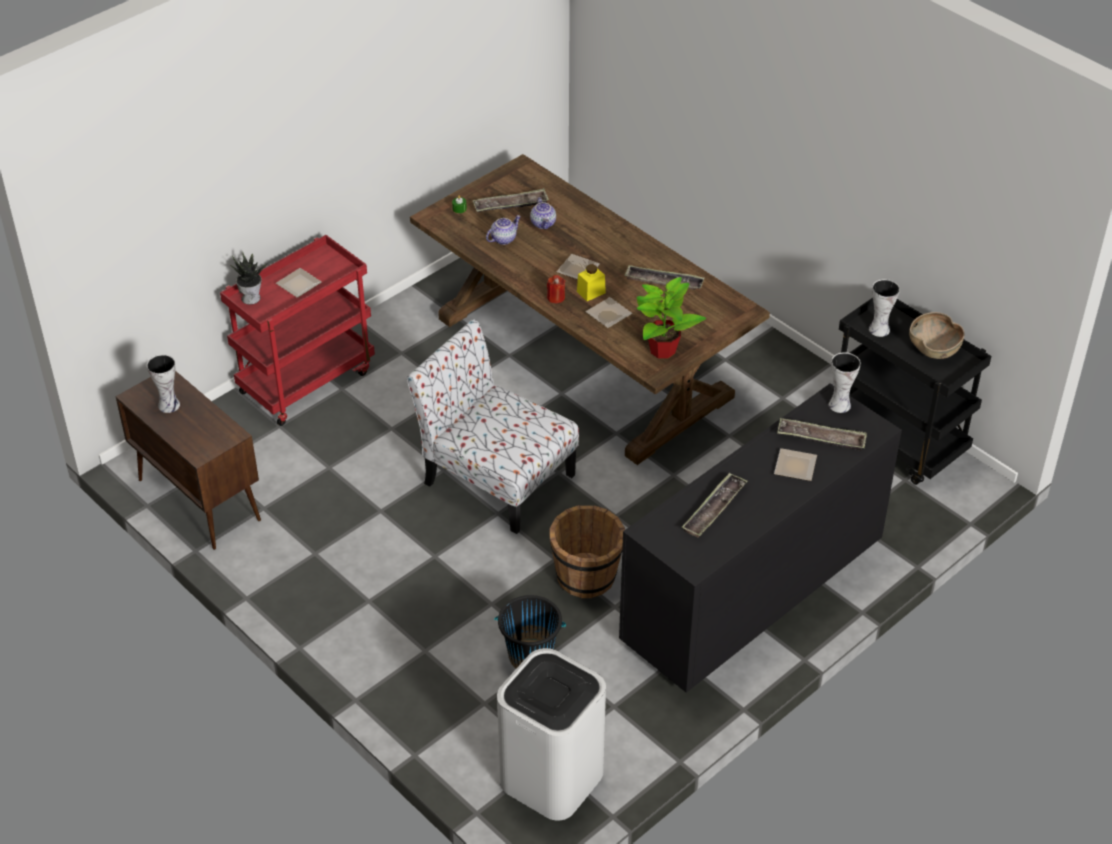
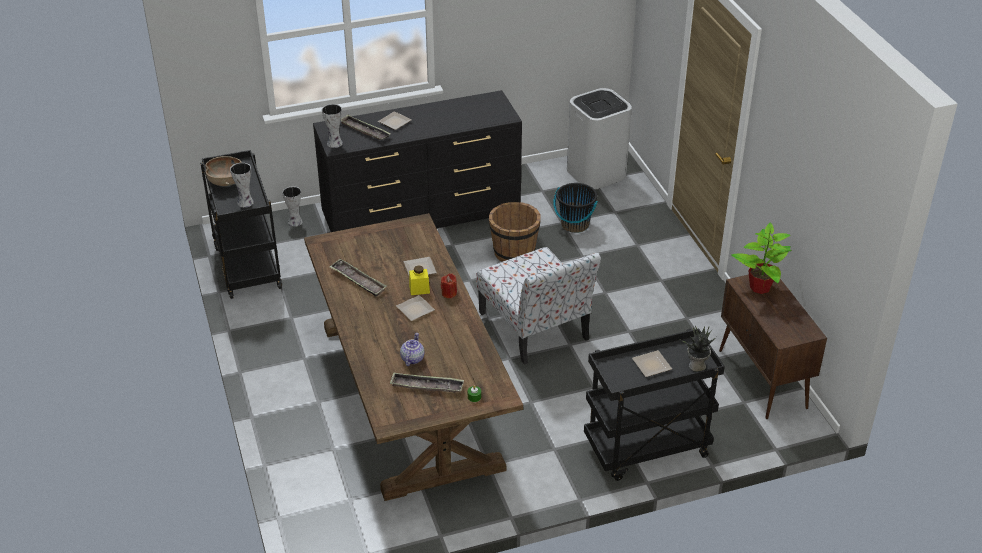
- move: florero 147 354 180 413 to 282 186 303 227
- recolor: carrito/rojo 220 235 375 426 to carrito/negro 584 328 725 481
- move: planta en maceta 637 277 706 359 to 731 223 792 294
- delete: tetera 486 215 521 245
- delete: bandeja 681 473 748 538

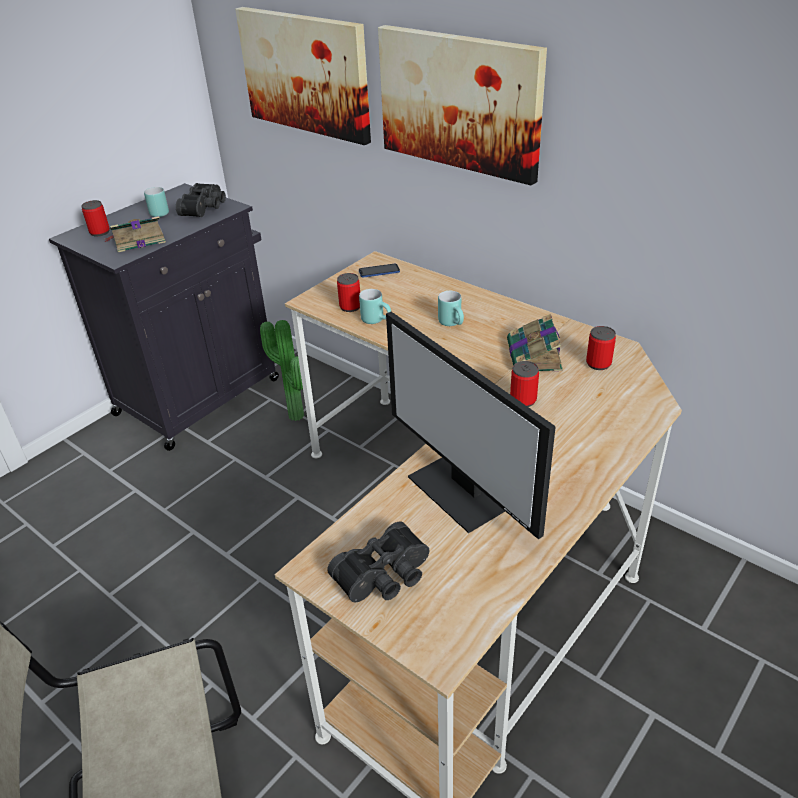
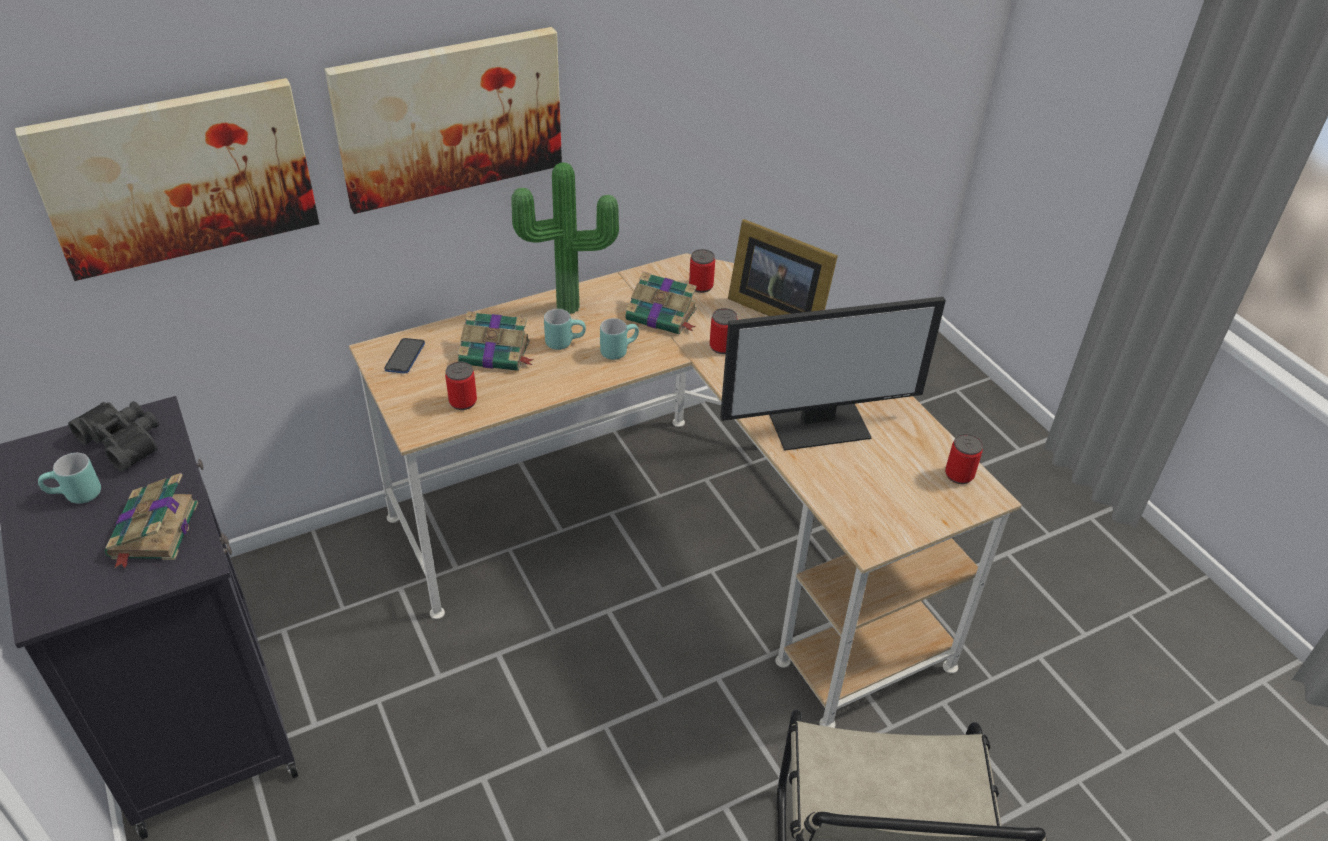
- insert: libro 458 311 534 371
- move: planta en maceta 260 320 304 421 to 511 162 619 314
- move: taza grande/turquesa 359 289 391 324 to 600 318 639 360
- insert: portarretratos 728 219 838 316
- move: lata 81 200 110 236 to 945 434 983 484
- delete: prismáticos/negro 327 521 429 602

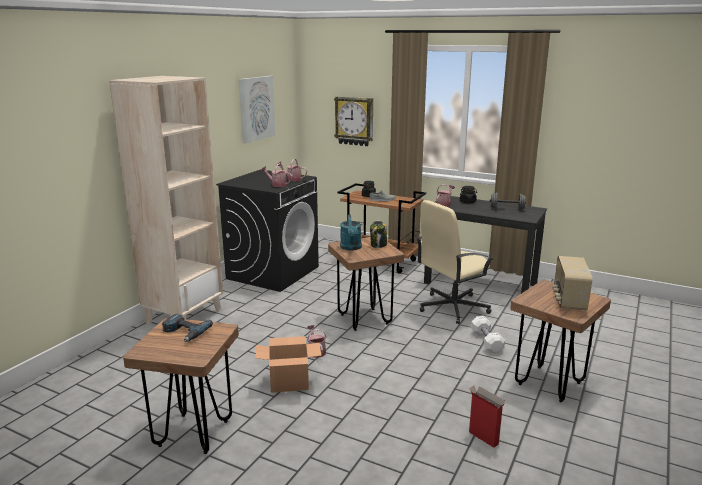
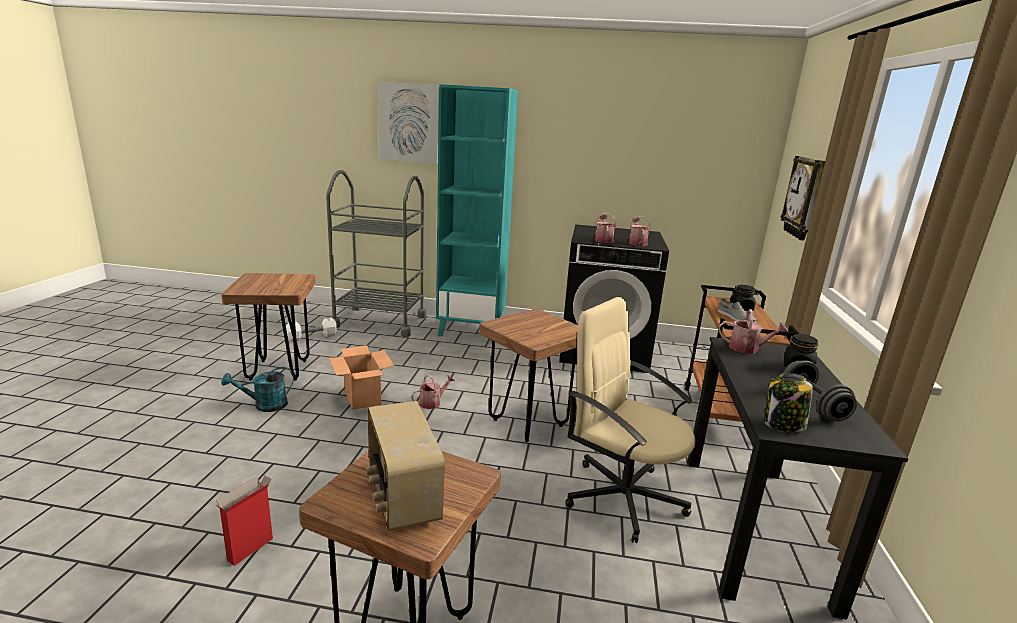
- move: regadera/turquesa 340 215 362 251 to 221 367 294 412
- move: mancuerna/blanco 471 316 505 353 to 286 318 337 342
- insert: carrito/gris 326 170 426 337
- rotate: radio 552 256 592 310 = 366 401 445 531 105 degrees counterclockwise
- move: cuadro 239 76 276 143 to 378 82 439 164
- recolor: estantería/beis 109 76 223 324 to estantería/turquesa 436 84 518 342
- move: tarro 370 221 387 248 to 764 373 813 433
- delete: taladro 162 314 213 342

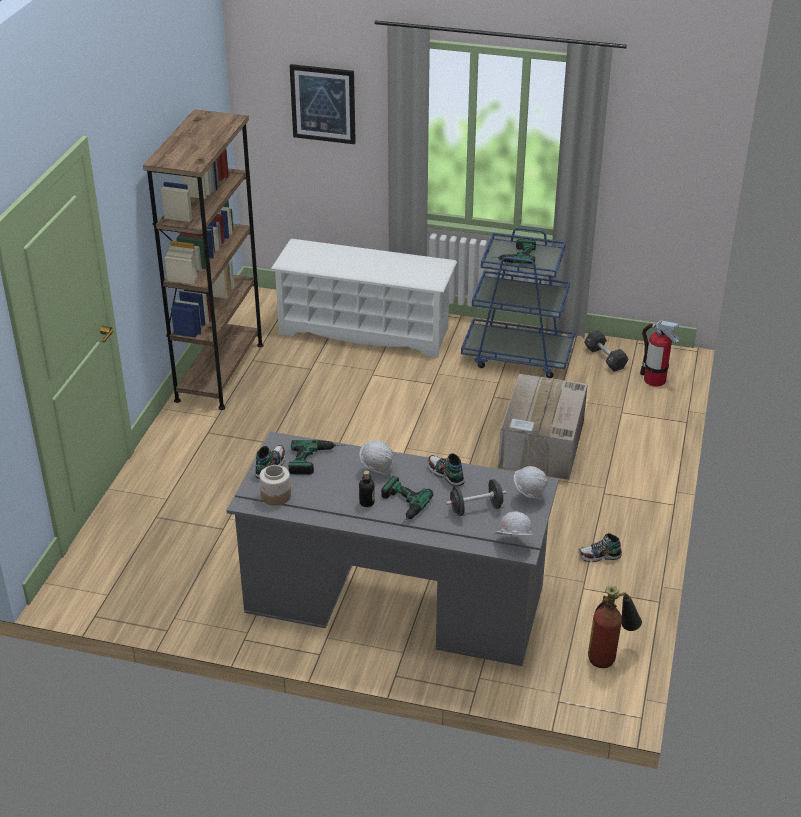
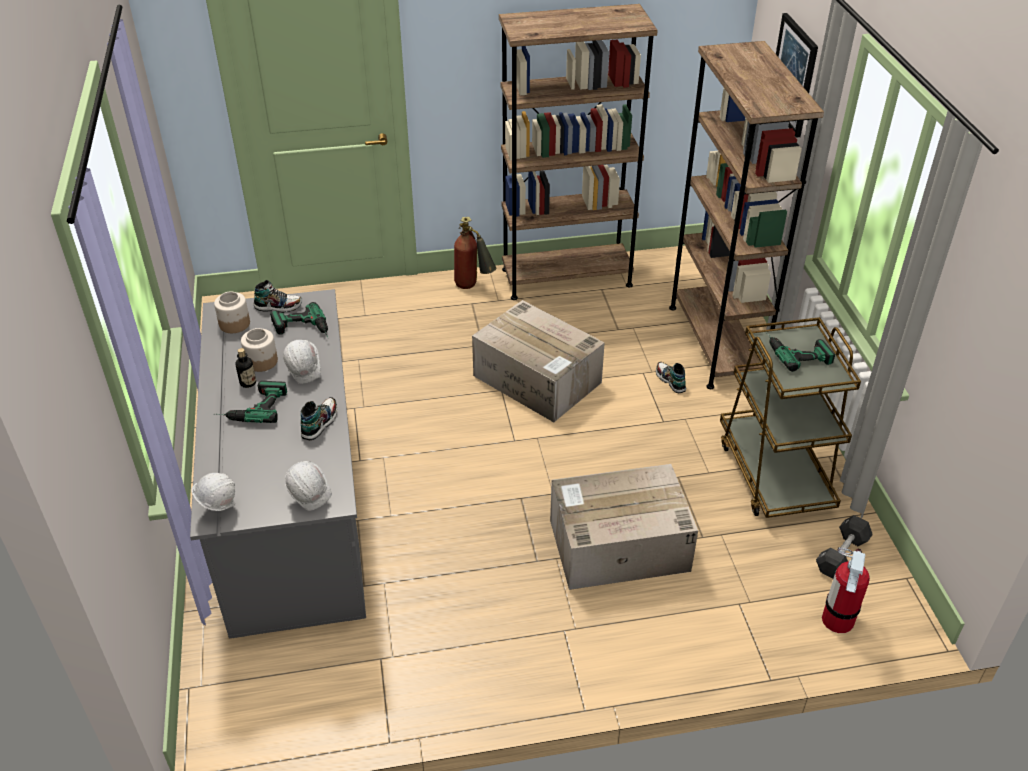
- insert: tarro 241 328 278 372
- move: extintor 588 586 642 668 to 454 217 497 289
- insert: caja de cartón 472 300 605 422
- move: zapato 578 533 622 562 to 656 362 686 393
- replace: zapatero/blanco 271 239 457 358 to estantería/marrón 669 41 824 389
- recolor: carrito/azul 461 227 575 378 to carrito/marrón 720 317 861 518
- delete: mancuerna/negro 446 479 507 516

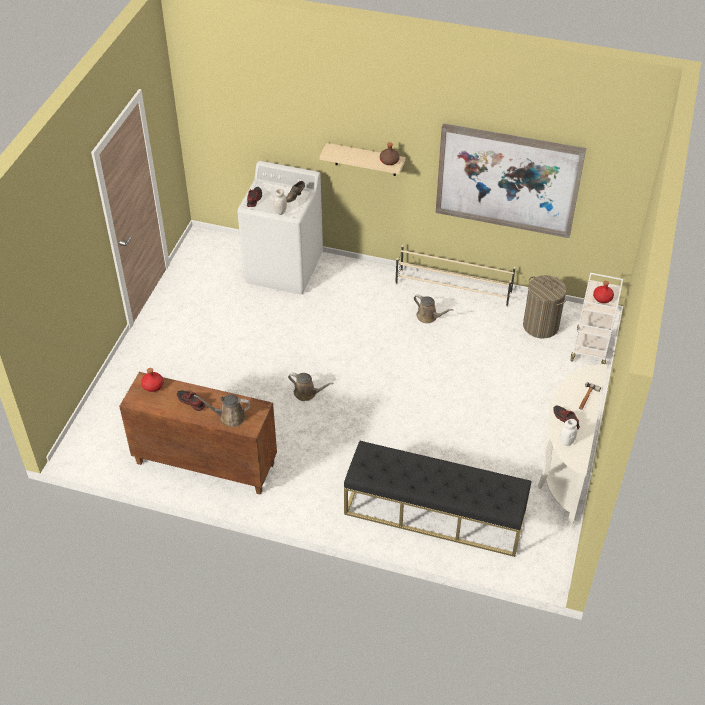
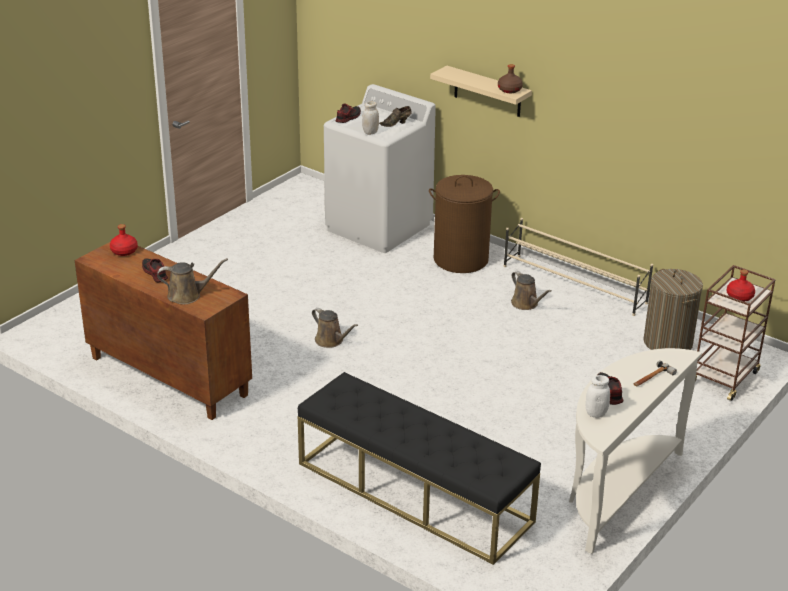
- rotate: regadera/marrón 194 394 251 427 = 157 258 228 304 150 degrees clockwise
- insert: cesto de la ropa/marrón 429 175 500 273
- recolor: carrito/blanco 570 273 623 364 to carrito/marrón 695 265 776 401
- delete: cuadro 436 123 586 238

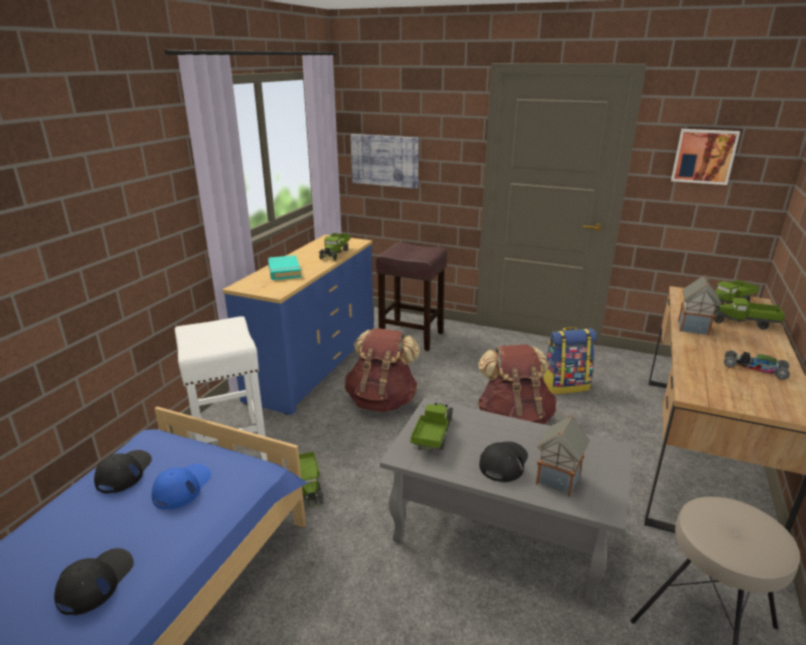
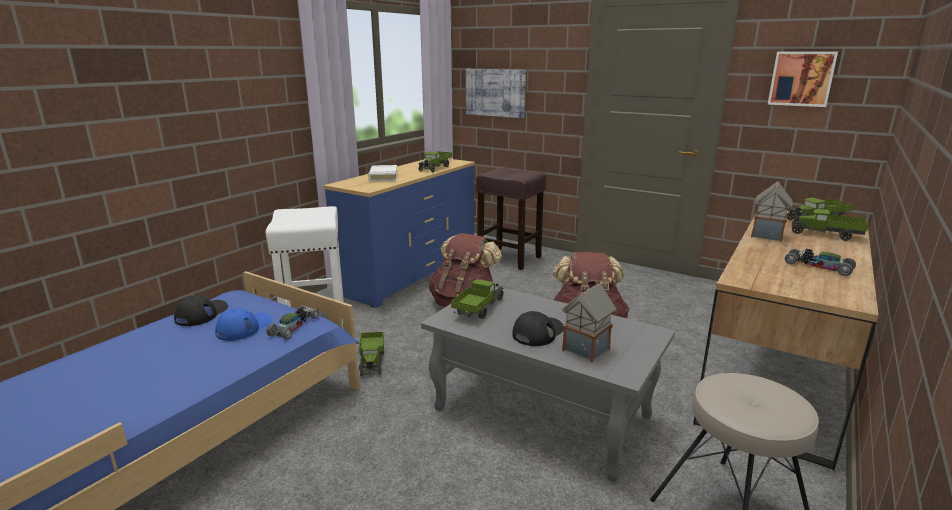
- insert: coche de juguete 267 306 319 339
- recolor: libro/turquesa 268 255 301 280 to libro/blanco 368 165 397 182
- delete: gorra/negro 54 548 134 615
- delete: mochila 543 327 597 394

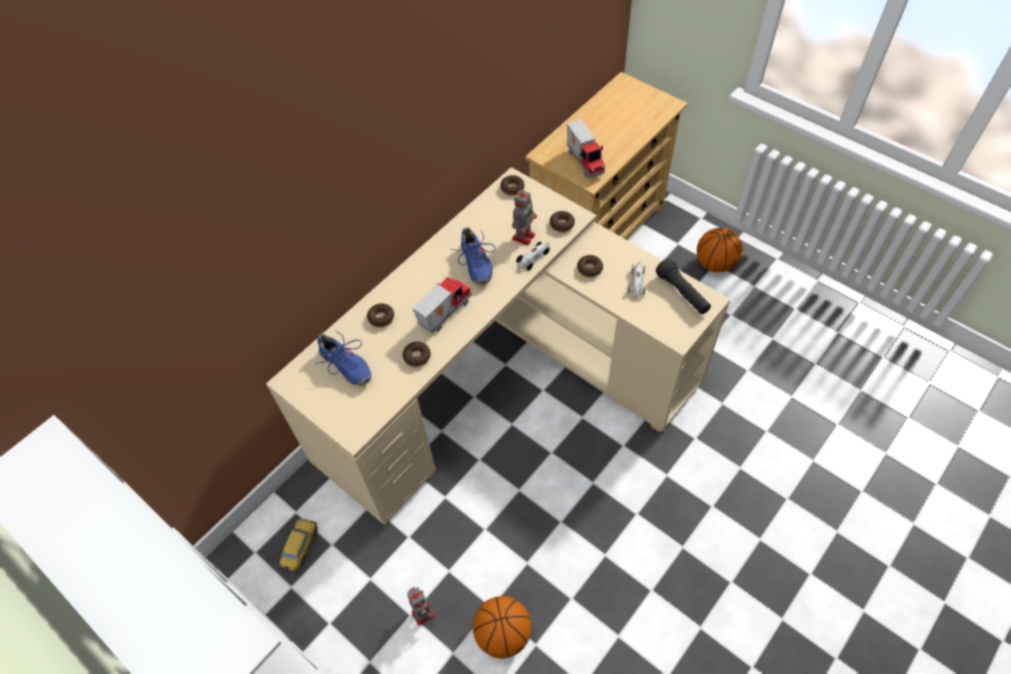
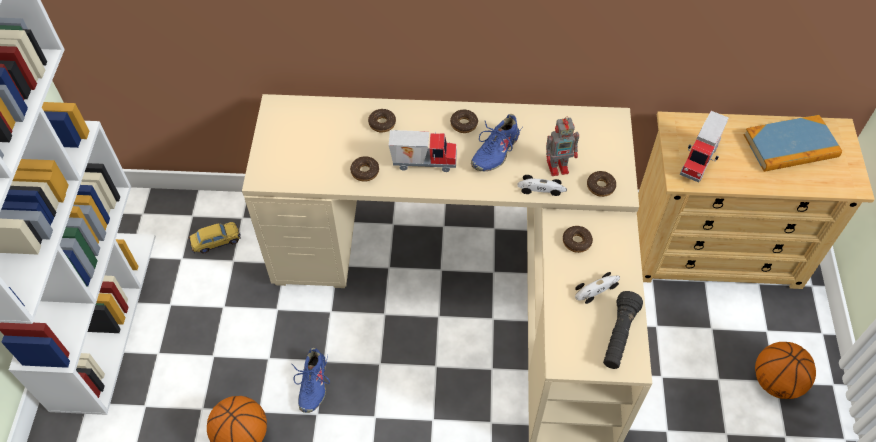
- move: zapato/azul 315 330 372 386 to 292 348 330 413
- move: rosquilla 500 175 524 195 to 450 109 478 133
- insert: libro 744 115 842 172
- delete: robot de juguete 407 587 436 626

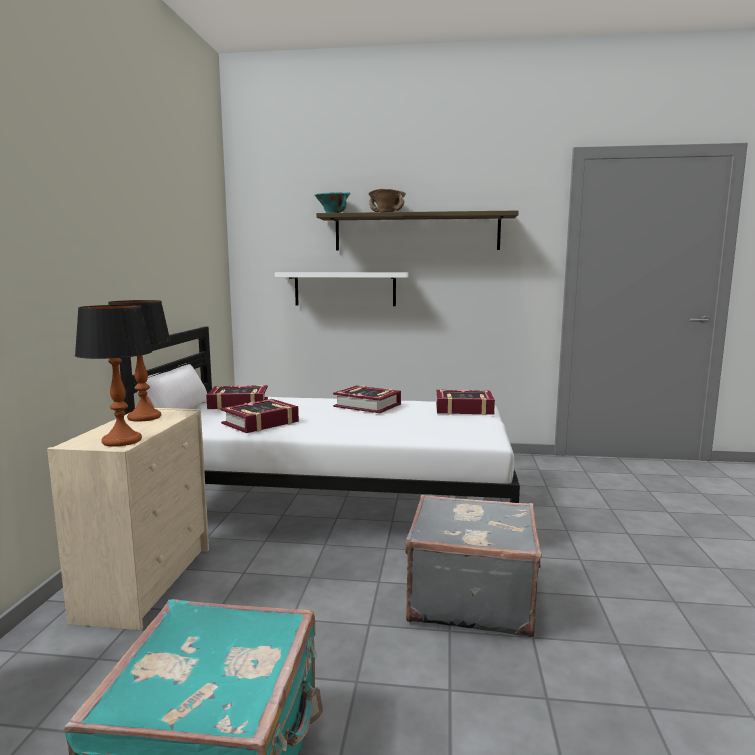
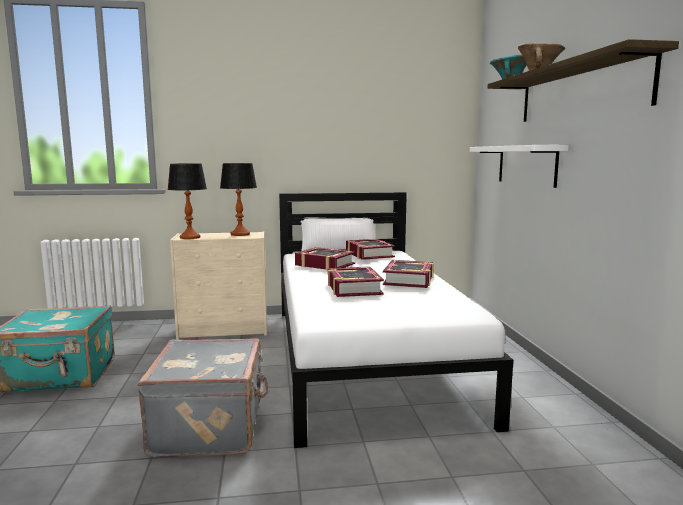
- move: libro 436 389 495 415 to 328 267 384 297

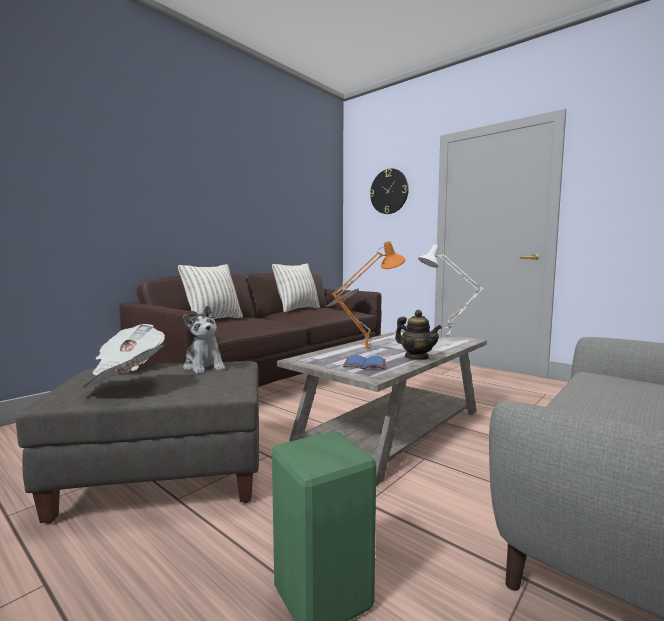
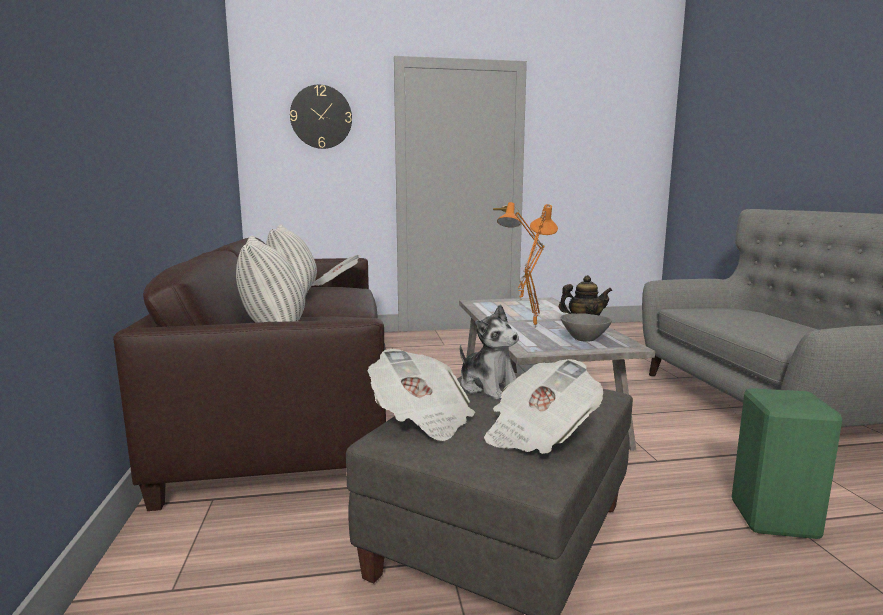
- rotate: peluche 183 306 225 374 = 460 304 519 399 45 degrees clockwise
- recolor: lámpara de mesa/blanco 418 245 483 337 to lámpara de mesa/naranja 497 202 545 300
- replace: libro/azul 343 355 386 369 to cuenco/gris 560 313 612 342

